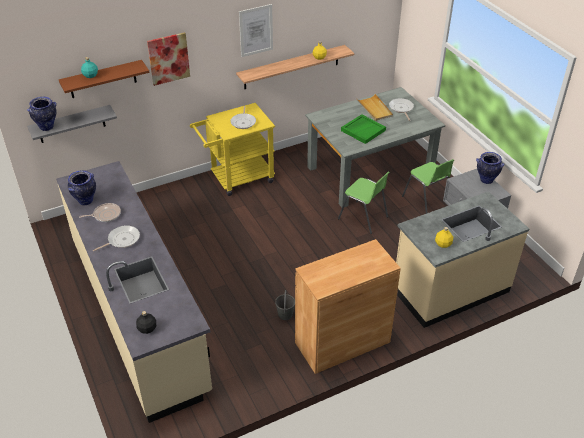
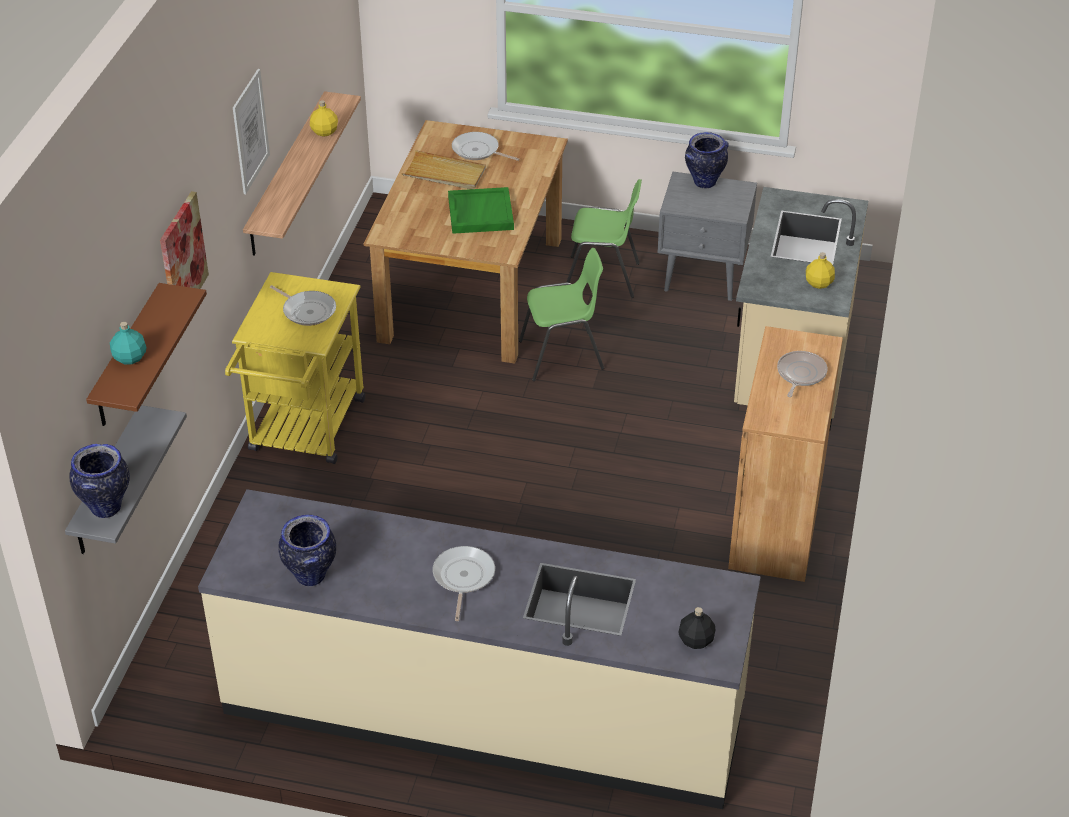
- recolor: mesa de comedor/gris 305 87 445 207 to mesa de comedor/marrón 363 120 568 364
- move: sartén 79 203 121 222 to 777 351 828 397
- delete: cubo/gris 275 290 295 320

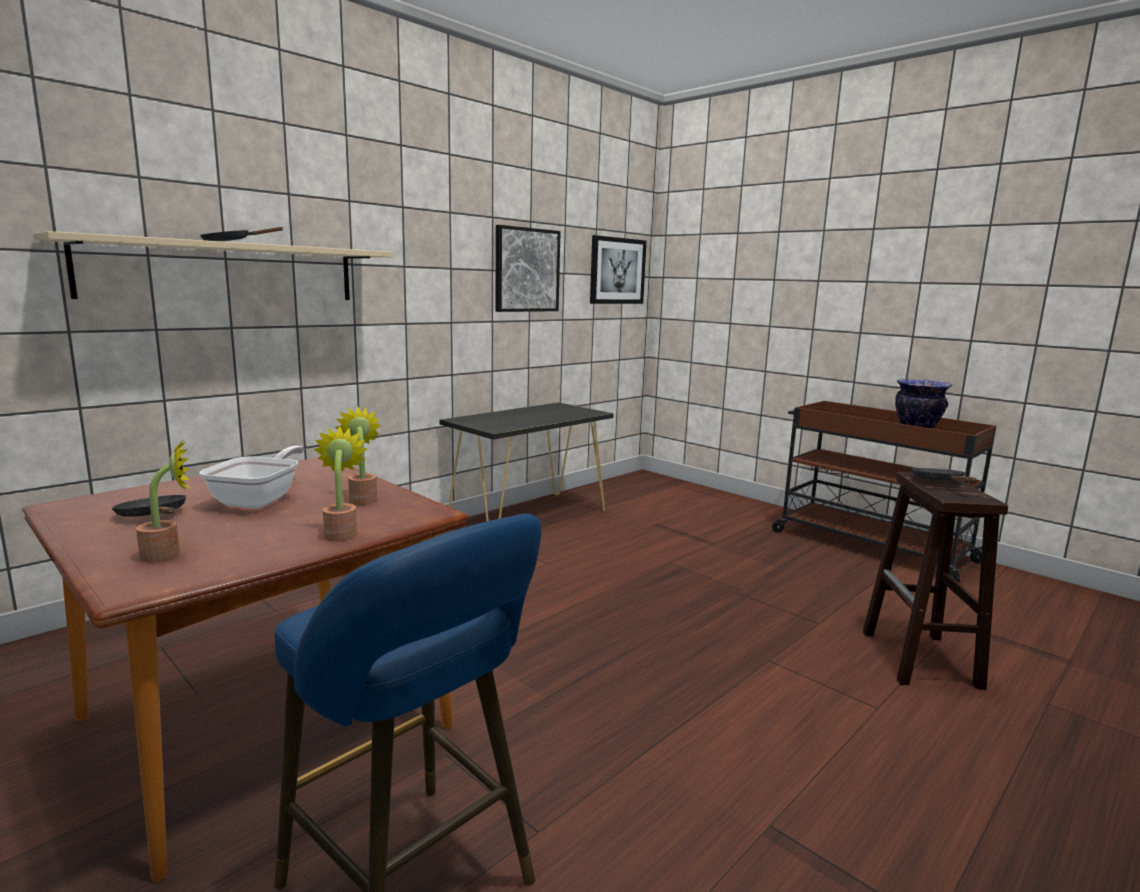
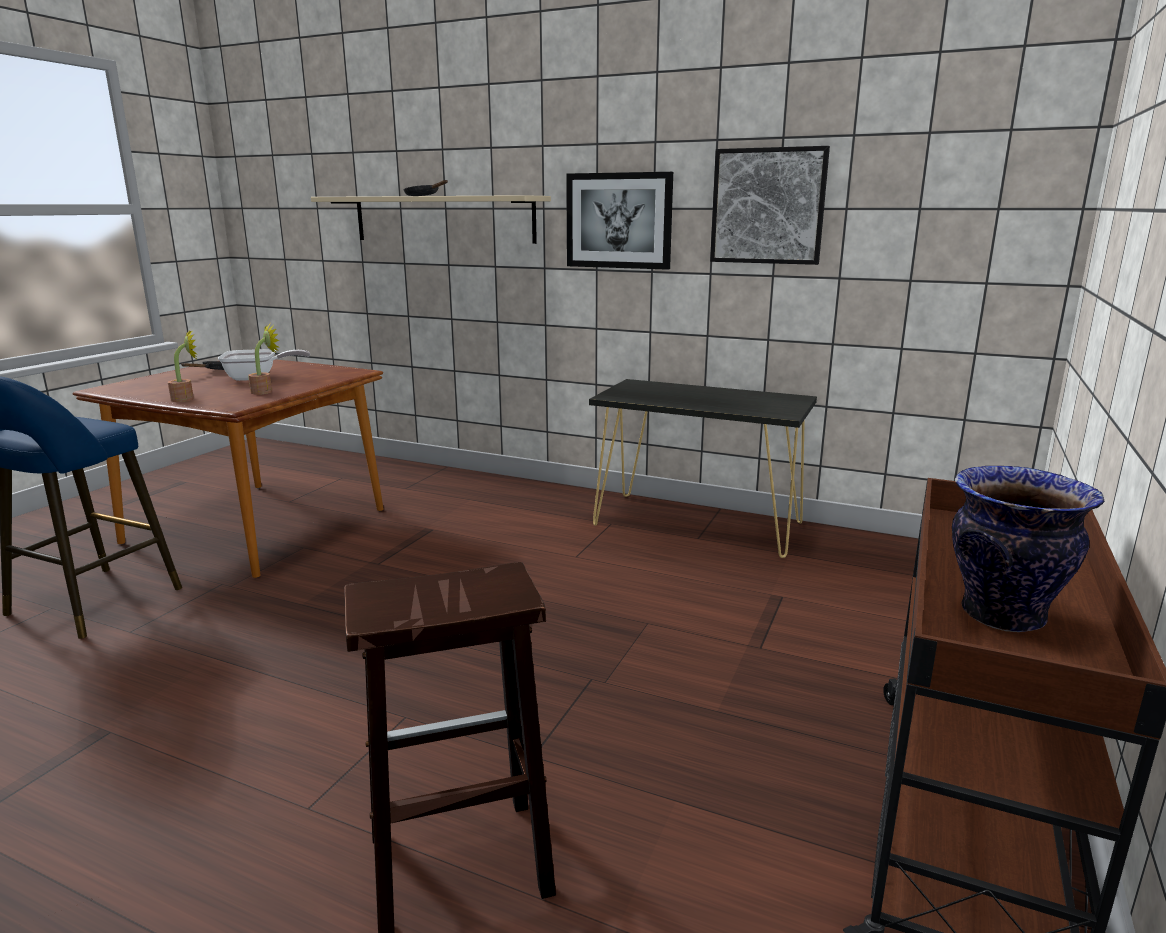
- move: cuadro 590 235 646 304 to 566 172 673 270
- delete: planta en maceta 136 440 190 562
- delete: sartén/negro 912 468 976 482

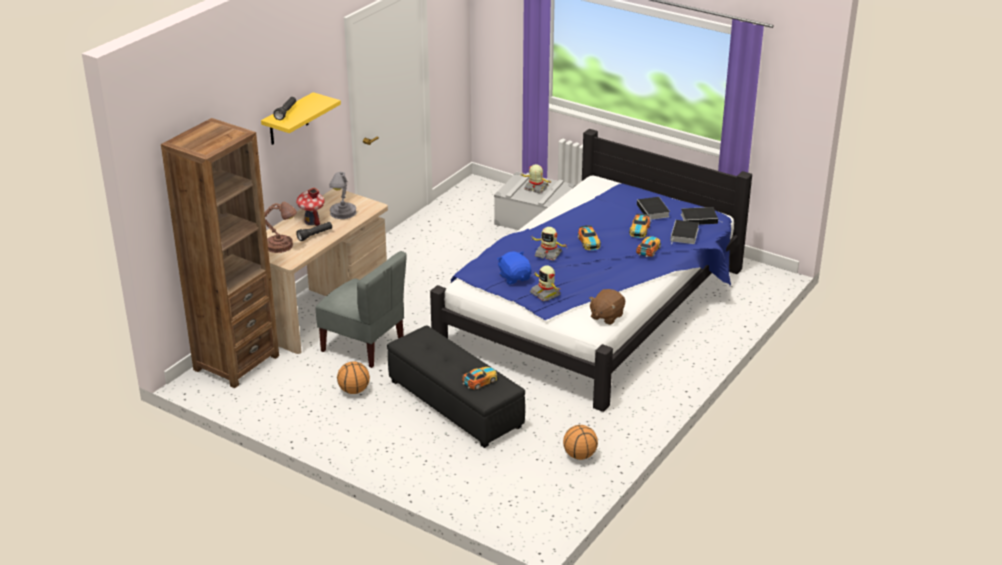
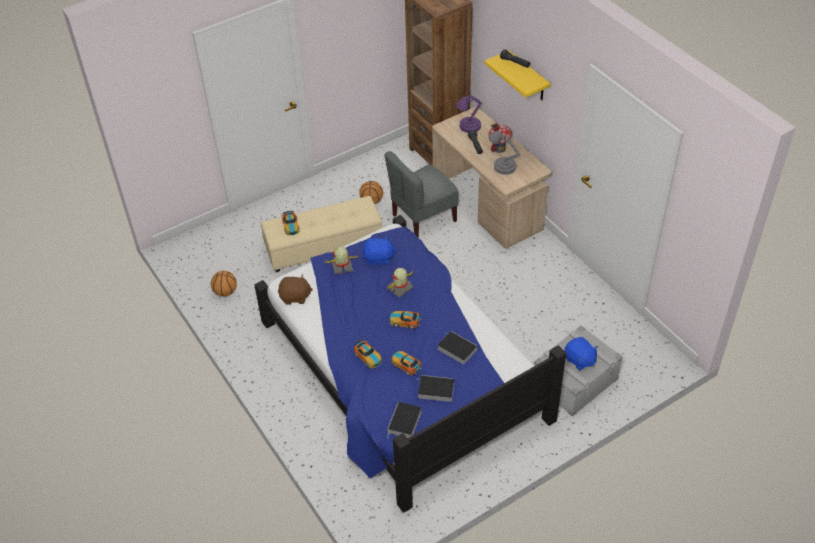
- recolor: puf/negro 387 325 525 448 to puf/beis 261 196 382 272
- rotate: peluche/marrón 589 289 625 325 = 278 274 313 305 120 degrees clockwise
- move: libro 670 220 699 244 to 438 331 477 364
- recolor: lámpara de mesa/marrón 264 202 297 253 to lámpara de mesa/morado 456 95 482 133
- replace: robot de juguete 521 164 551 194 to peluche/azul 564 337 598 370

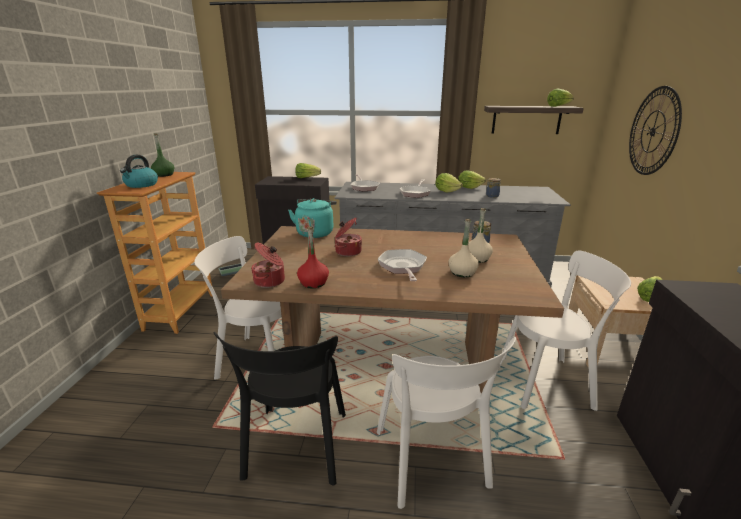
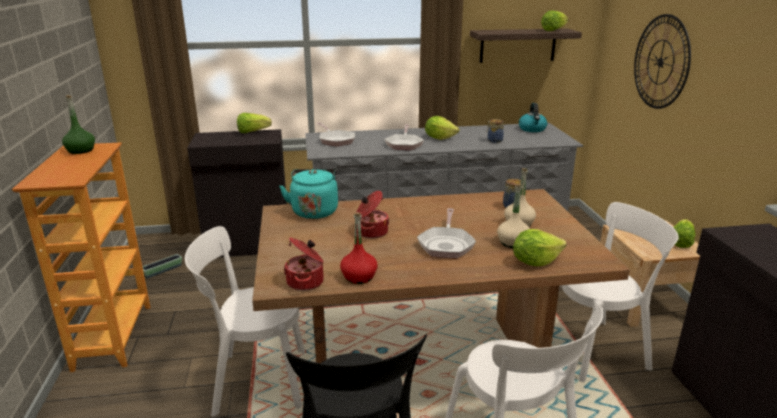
- rotate: sartén 378 249 427 281 = 417 208 476 258 150 degrees counterclockwise
- move: lechuga 458 170 486 189 to 513 229 567 266
- move: hervidor 120 155 158 188 to 519 103 547 132

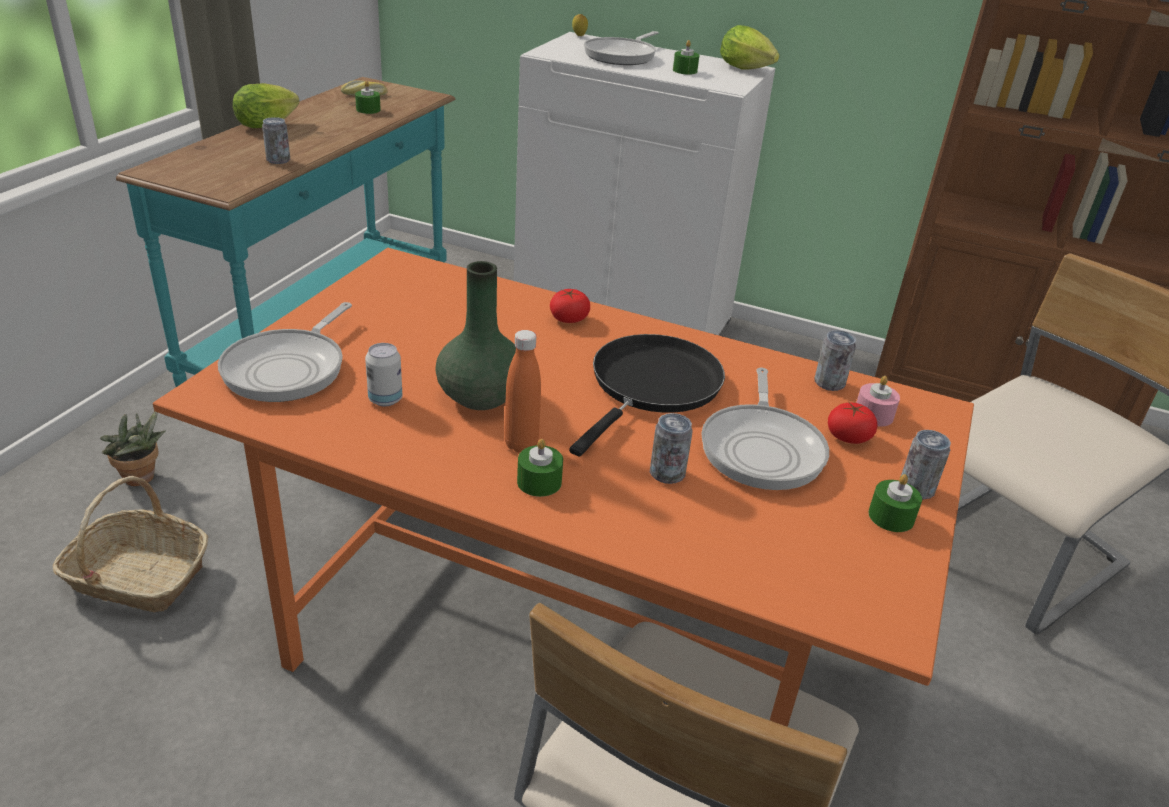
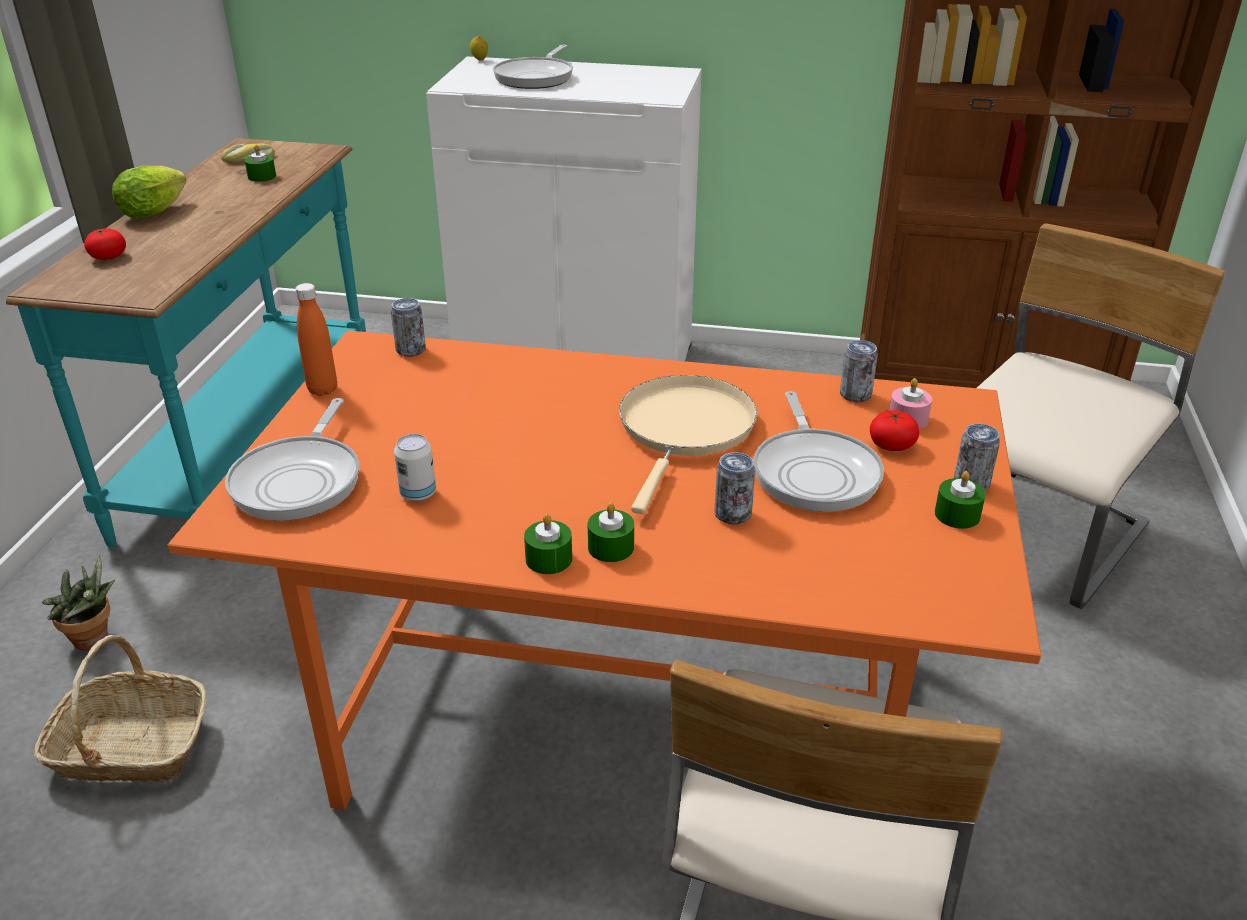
- move: tomate 550 289 590 323 to 84 228 126 260
- move: botella/naranja 504 330 541 453 to 295 283 337 396
- move: lata 262 117 290 164 to 391 298 426 357
- move: vela/verde 673 40 700 75 to 524 514 572 574
- recolor: sartén/negro 569 334 725 457 to sartén/beis 619 375 757 514
- delete: florero/verde 435 261 516 410
- delete: lechuga 720 25 780 70

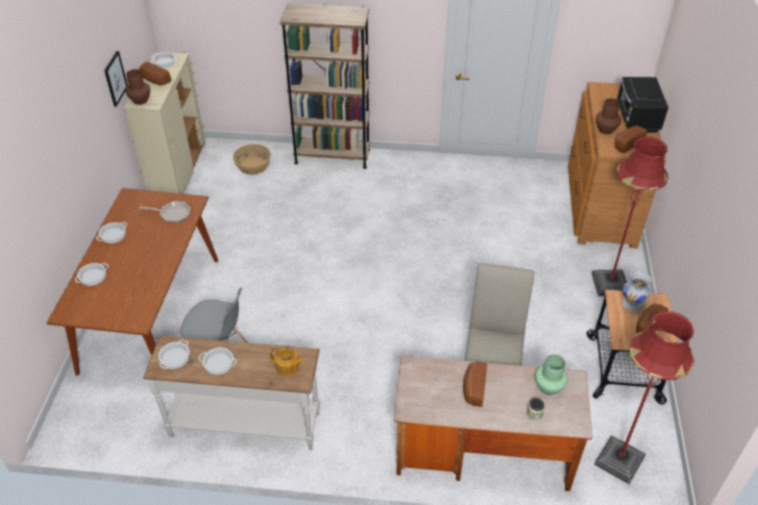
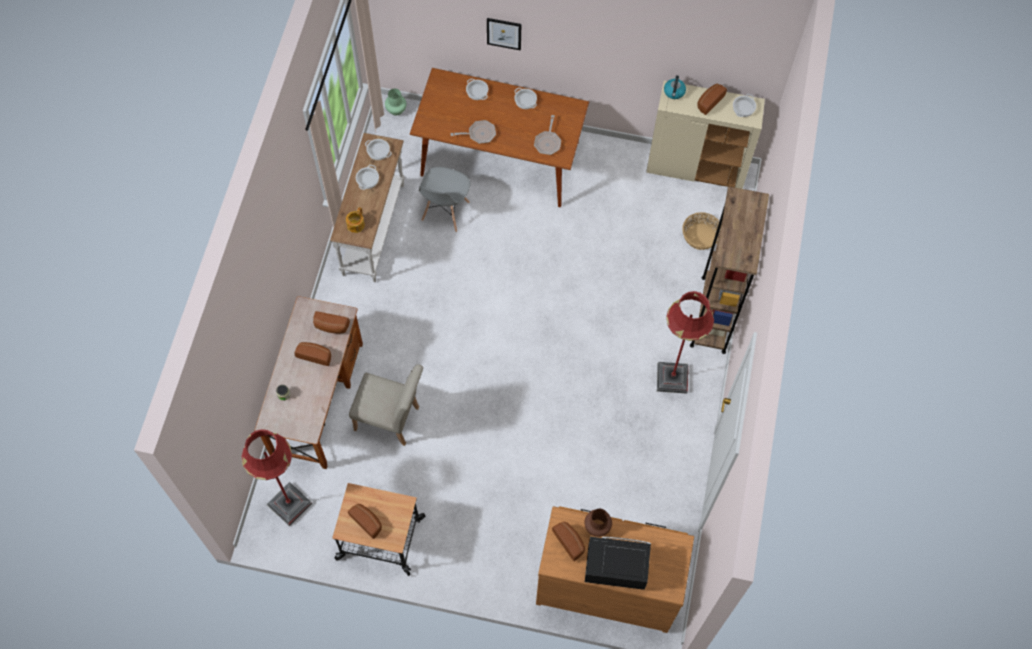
- insert: pan 313 311 350 333
- move: florero/verde 535 354 568 395 to 385 89 406 116
- insert: sartén 451 120 496 144
- move: cuadro 104 51 128 107 to 487 18 521 50
- move: lámpara de pie/rojo 591 137 669 296 to 657 291 714 394
- replace: florero/marrón 125 69 150 105 to hervidor 664 75 686 99
- delete: florero/blanco 622 271 651 312

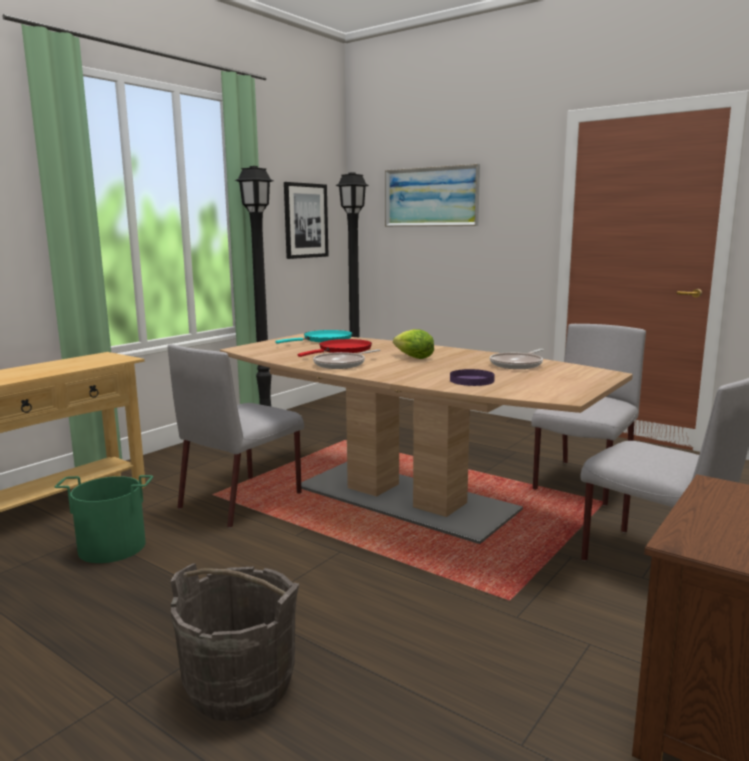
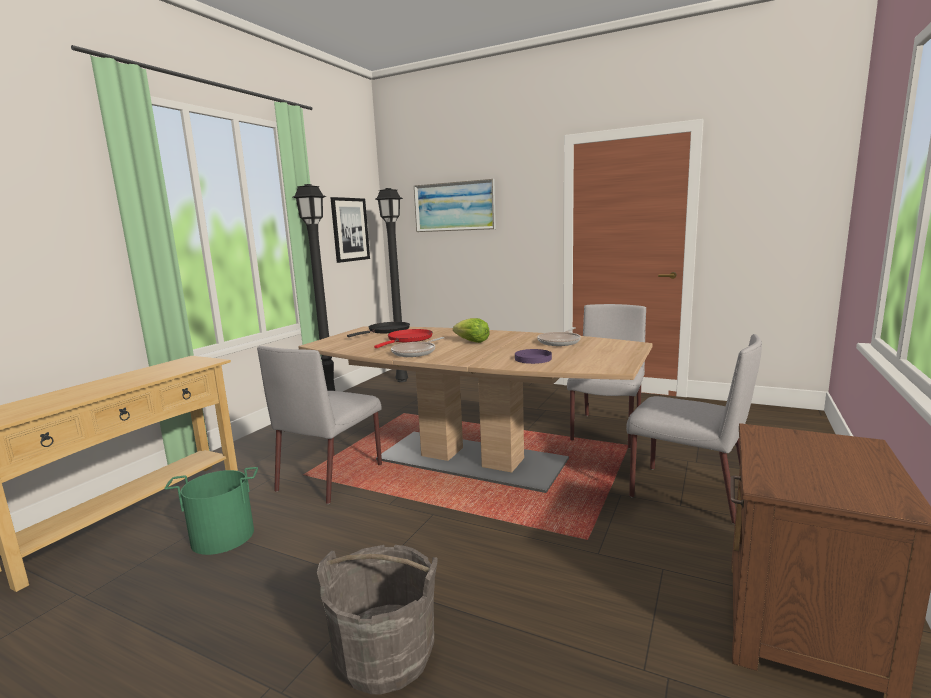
- recolor: sartén/turquesa 275 330 352 344 to sartén/negro 347 322 410 337

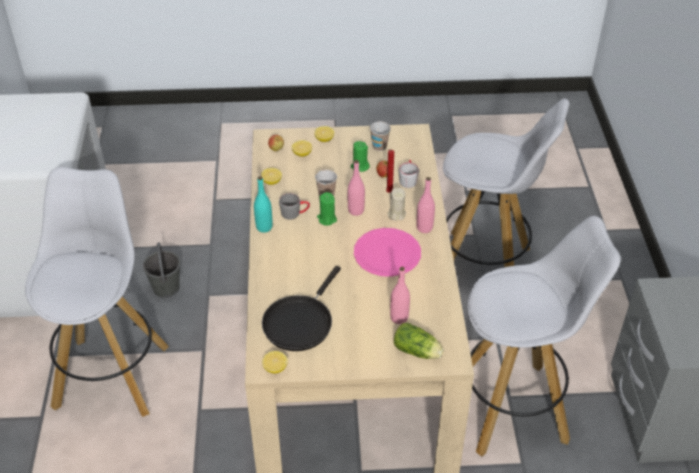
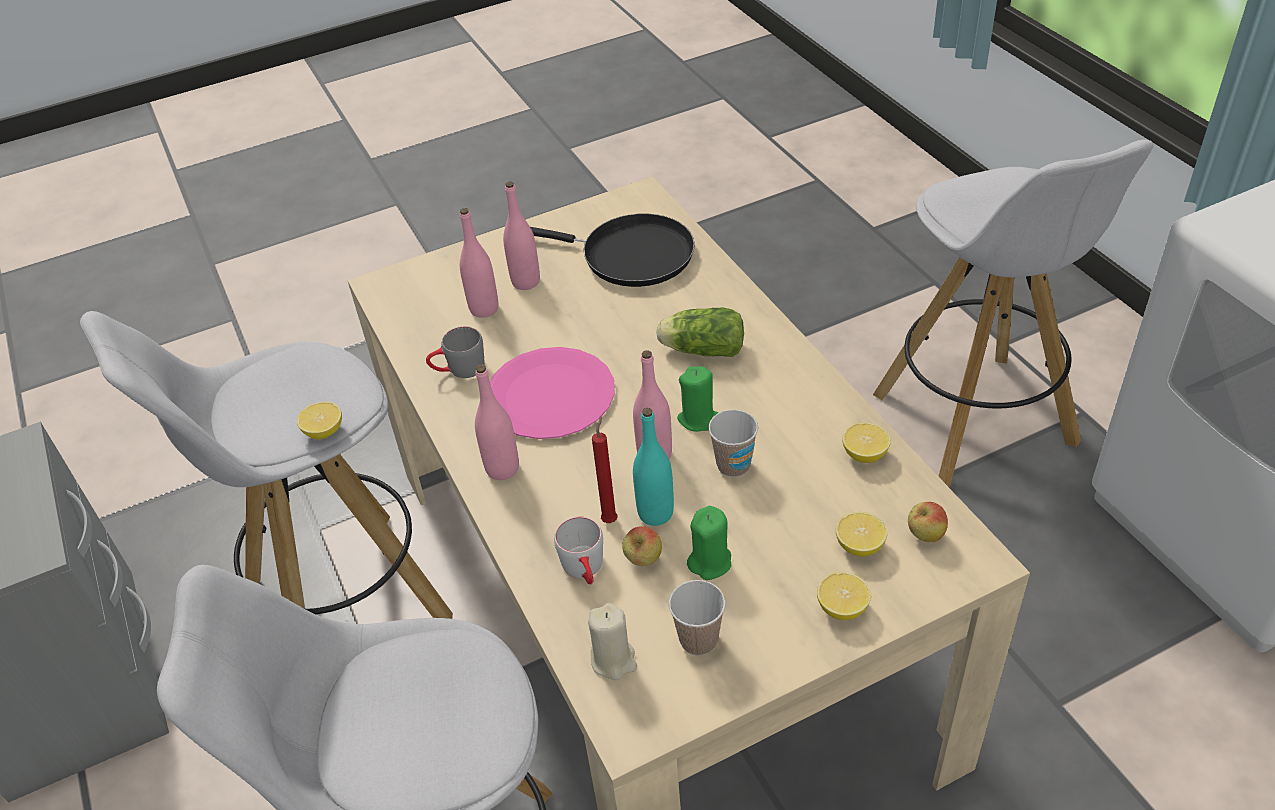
- move: limón 262 351 288 373 to 297 402 342 440
- move: taza grande/gris 279 193 310 220 to 426 326 485 378
- insert: botella/rosa 503 182 540 290
- rotate: sartén/negro 262 266 341 351 = 530 214 695 287 105 degrees clockwise
- move: vela/beis 388 188 406 221 to 588 603 637 680
- move: botella/turquesa 254 176 273 233 to 633 408 674 526
- move: lechuga 394 323 444 359 to 656 308 744 357
- delete: cubo/gris 143 242 180 298

